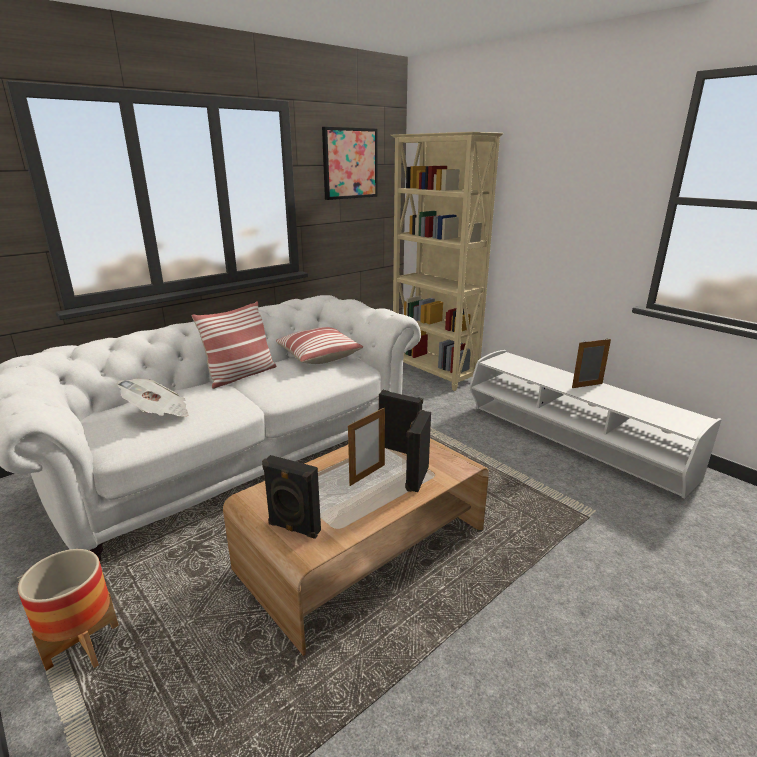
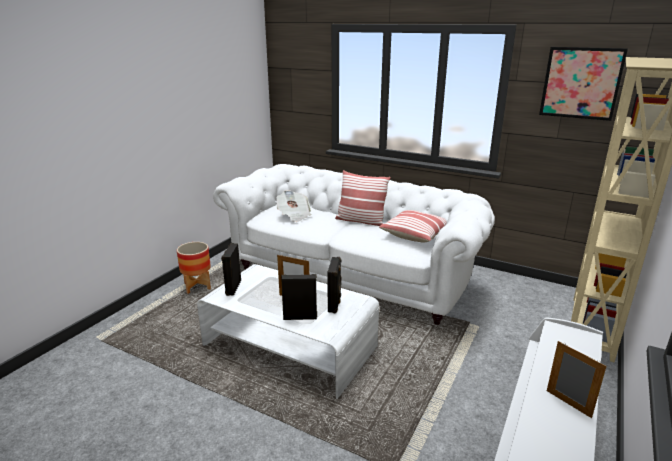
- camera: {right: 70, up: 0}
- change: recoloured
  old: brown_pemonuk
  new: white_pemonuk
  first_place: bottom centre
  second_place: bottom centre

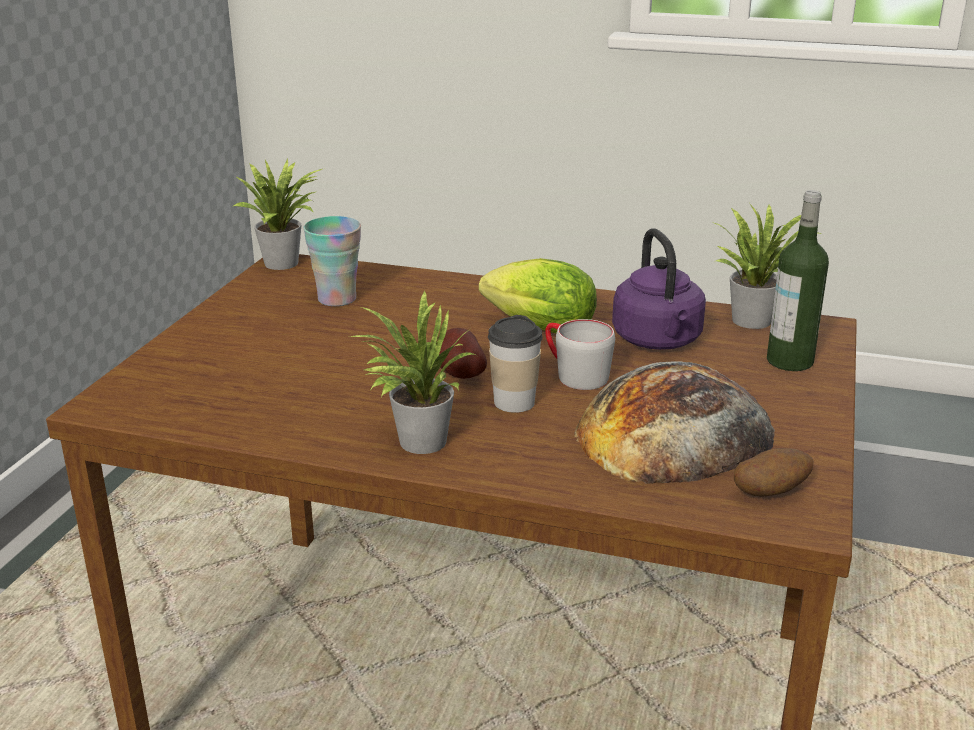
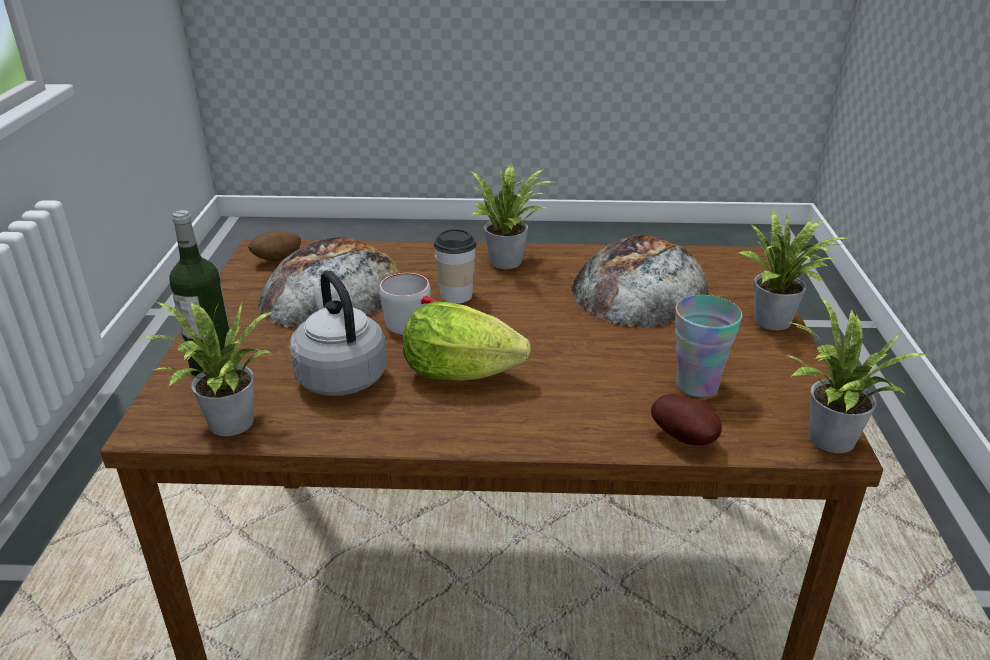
- camera: {right: 165, up: 5}
- change: added
  new: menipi (2nd from left)
  second_place: centre
- change: added
  new: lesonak (3rd from left)
  second_place: middle right
- change: moved
  old: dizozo (1st from left in the first image)
  new: dizozo (2nd from left)
  first_place: centre
  second_place: middle right
- change: recoloured
  old: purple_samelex
  new: grey_samelex
  first_place: middle right
  second_place: centre

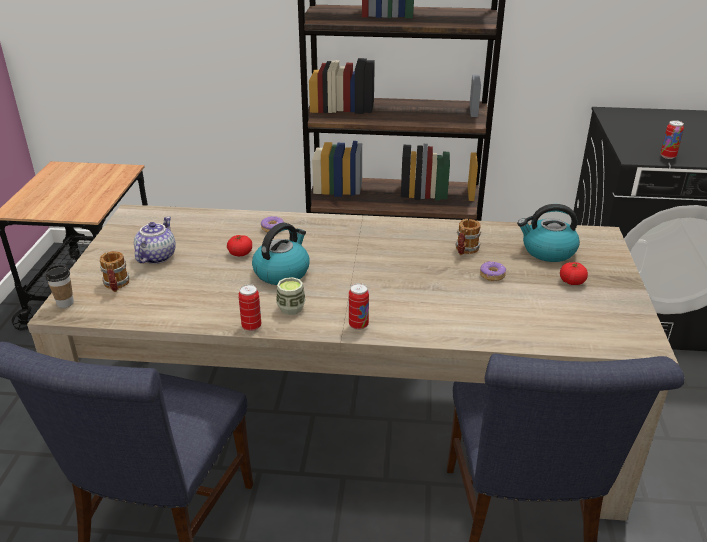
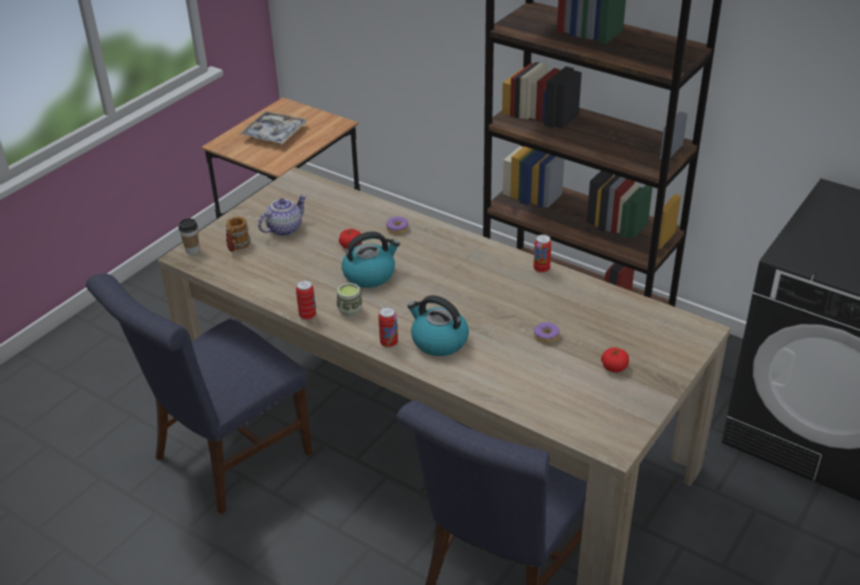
- camera: {right: 30, up: 5}
- change: removed
  old: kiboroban (2nd from left)
  first_place: centre
- change: added
  new: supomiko
  second_place: top left
- change: moved
  old: samelex (2nd from left)
  first_place: middle right
  second_place: centre
- change: moved
  old: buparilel (3rd from left)
  first_place: top right
  second_place: centre

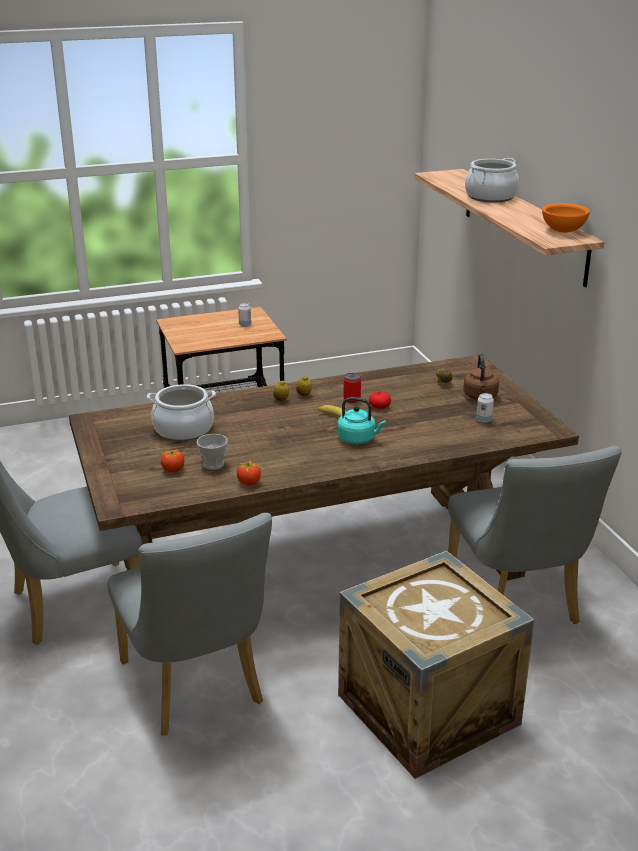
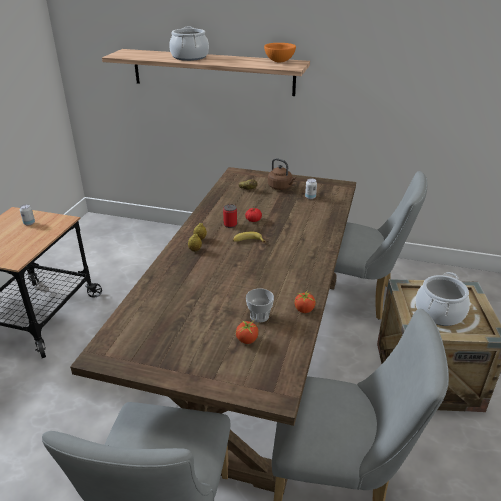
- camera: {right: -55, up: 5}
- change: removed
  old: turquoise_samelex
  first_place: centre
- change: moved
  old: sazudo (1st from left in the first image)
  new: sazudo (2nd from left)
  first_place: middle left
  second_place: middle right

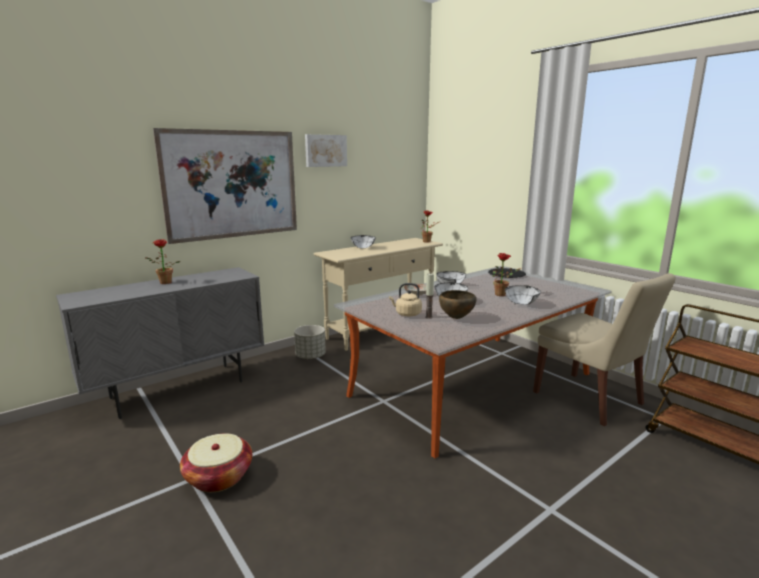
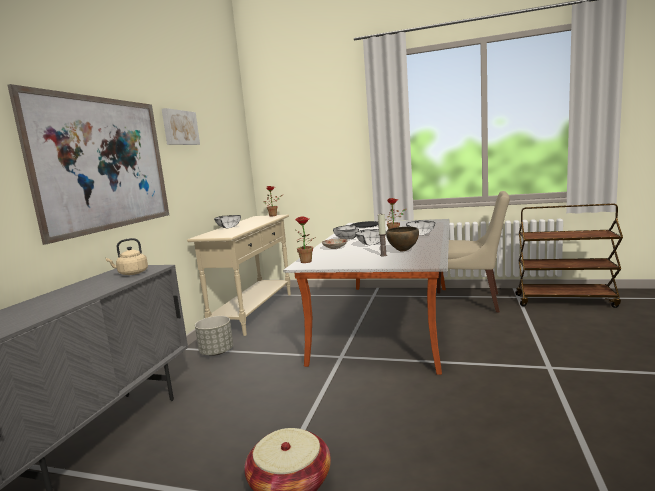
- camera: {right: -35, up: -5}
- change: moved
  old: lesonak (1st from left in the first image)
  new: lesonak (2nd from left)
  first_place: middle left
  second_place: centre
- change: moved
  old: beige_samelex
  first_place: centre
  second_place: middle left

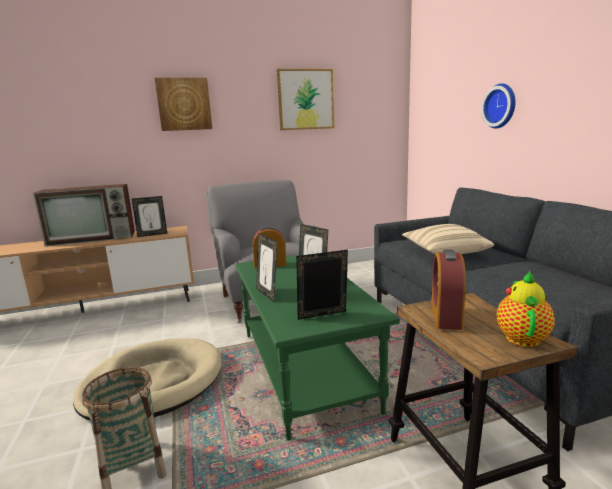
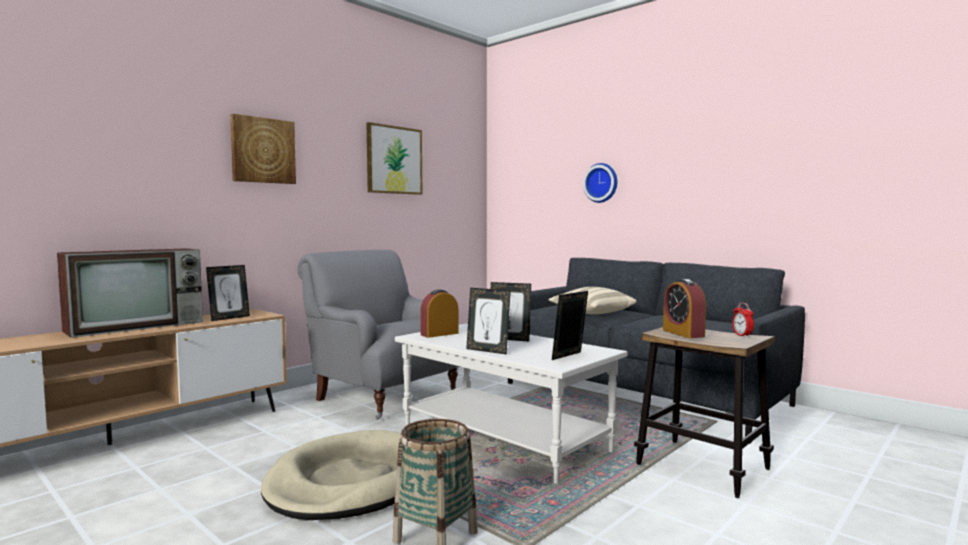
- camera: {right: -30, up: -10}
- change: replaced
  old: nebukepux
  new: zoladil (3rd from left)
  first_place: middle right
  second_place: middle right
- change: recoloured
  old: green_pemonuk
  new: white_pemonuk
  first_place: bottom centre
  second_place: bottom centre

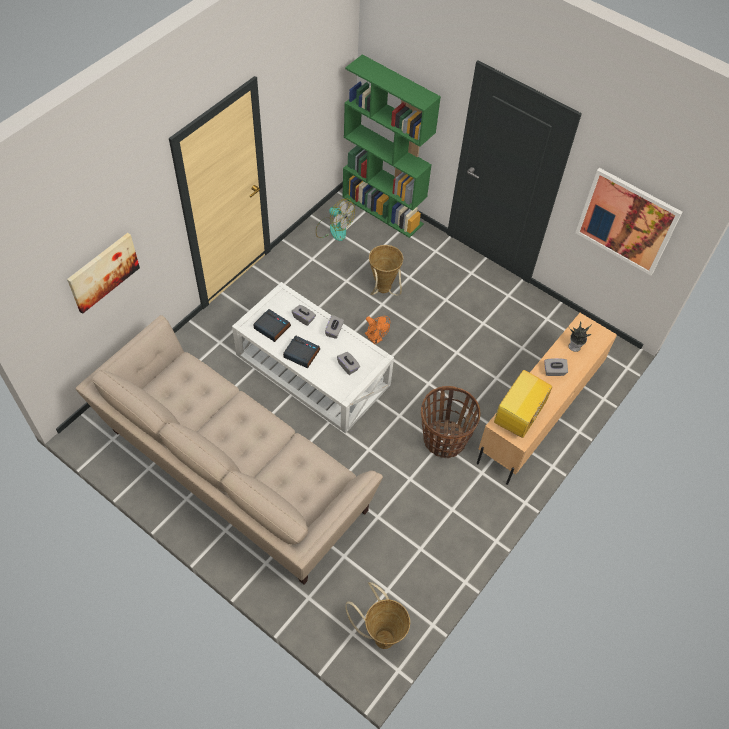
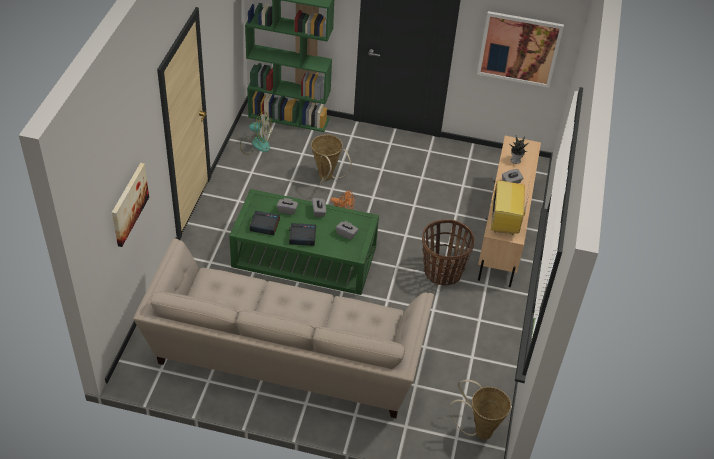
- camera: {right: -25, up: -10}
- change: recoloured
  old: white_pemonuk
  new: green_pemonuk
  first_place: centre
  second_place: centre

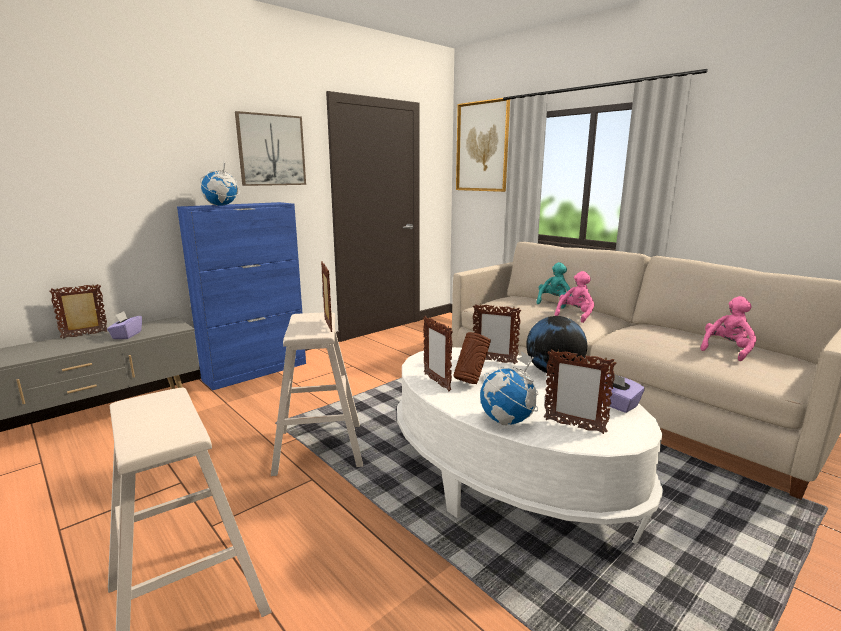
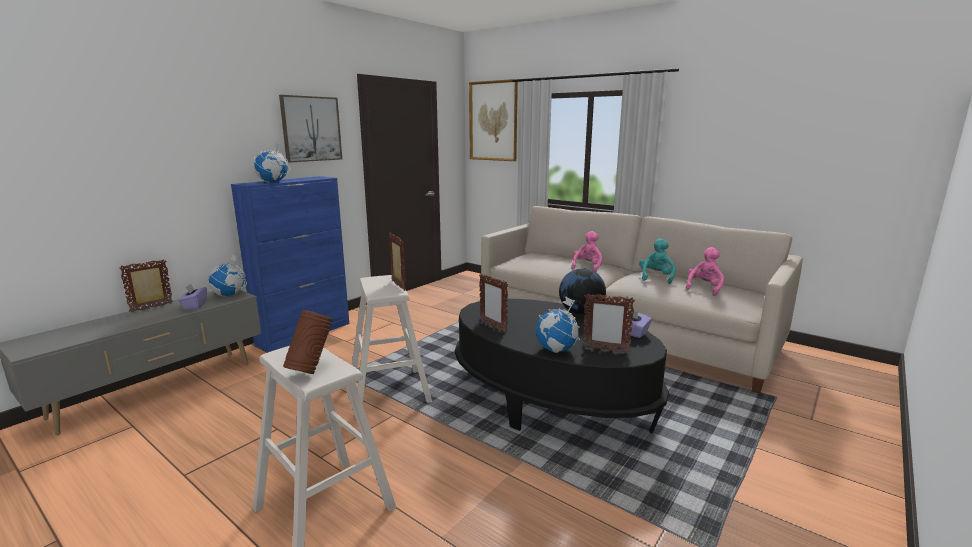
- camera: {right: -10, up: 0}
- change: removed
  old: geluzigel (4th from left)
  first_place: centre
- change: added
  new: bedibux (1st from left)
  second_place: middle left
- change: moved
  old: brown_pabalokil
  first_place: centre
  second_place: middle left
- change: moved
  old: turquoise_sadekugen
  first_place: centre
  second_place: middle right
- change: recoloured
  old: white_pemonuk
  new: black_pemonuk
  first_place: bottom centre
  second_place: bottom centre

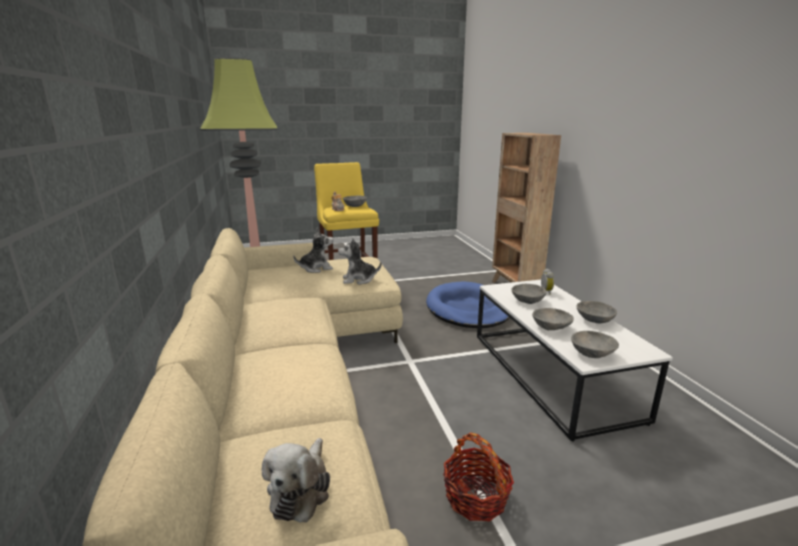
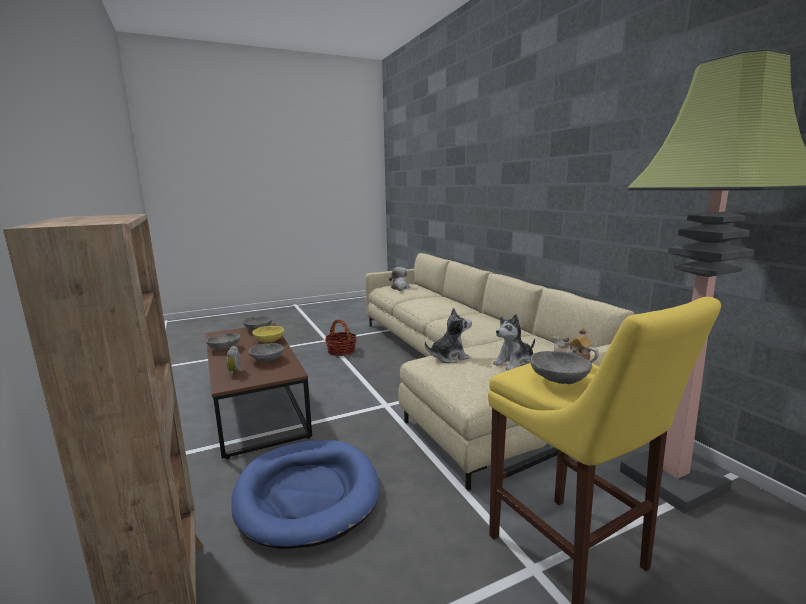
- camera: {right: 170, up: -5}
- change: recoloured
  old: white_pemonuk
  new: brown_pemonuk
  first_place: middle right
  second_place: middle left
- change: recoloured
  old: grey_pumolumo (3rd from left)
  new: yellow_pumolumo
  first_place: middle right
  second_place: middle left

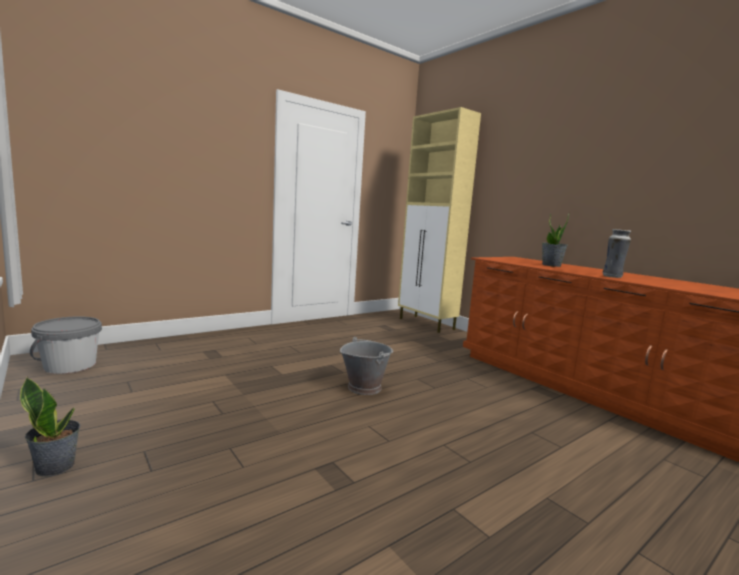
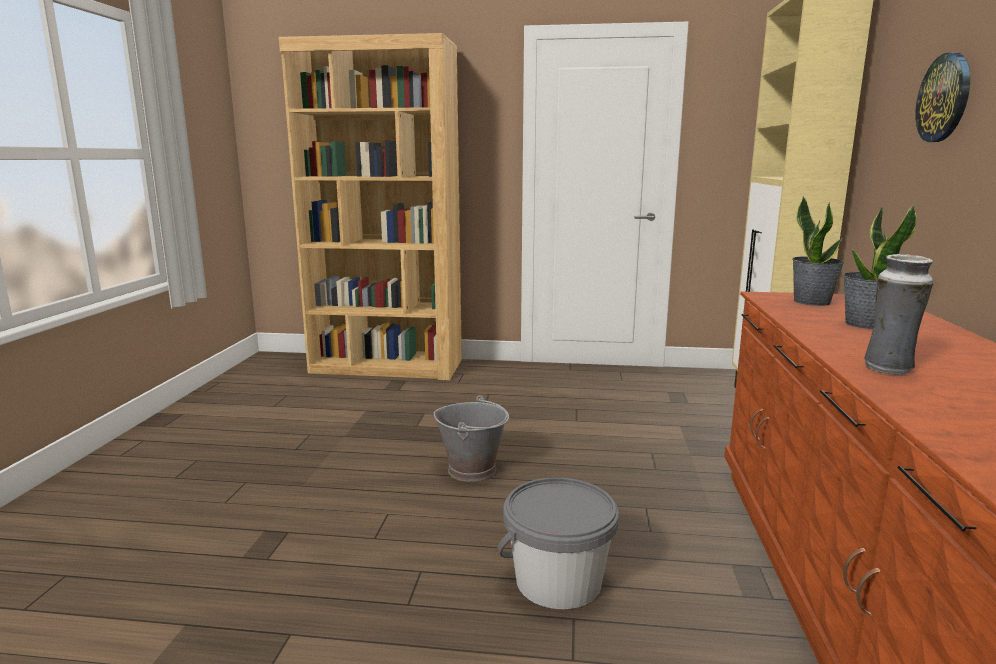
- camera: {right: 45, up: 5}
- change: added
  new: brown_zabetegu
  second_place: top centre
- change: added
  new: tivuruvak
  second_place: top right
- change: moved
  old: lesonak (1st from left)
  first_place: bottom left
  second_place: middle right
- change: moved
  old: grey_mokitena (1st from left in the first image)
  new: grey_mokitena (2nd from left)
  first_place: middle left
  second_place: bottom centre

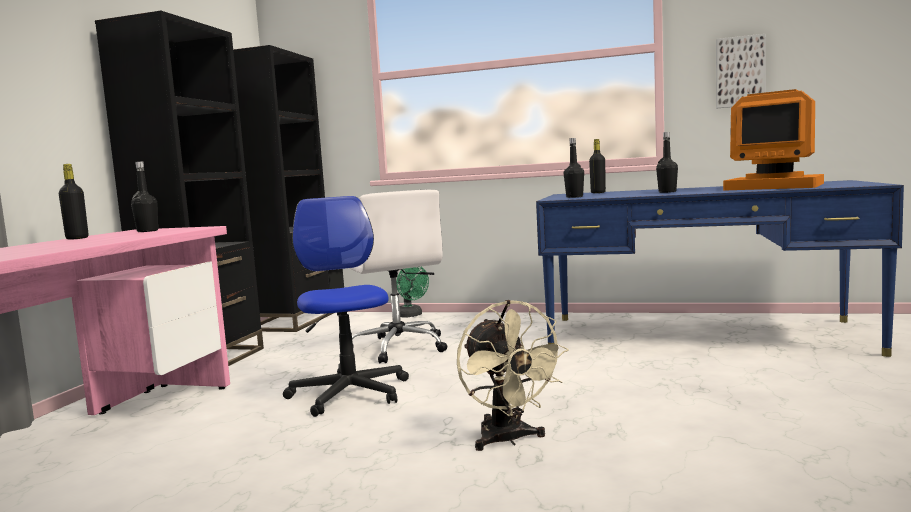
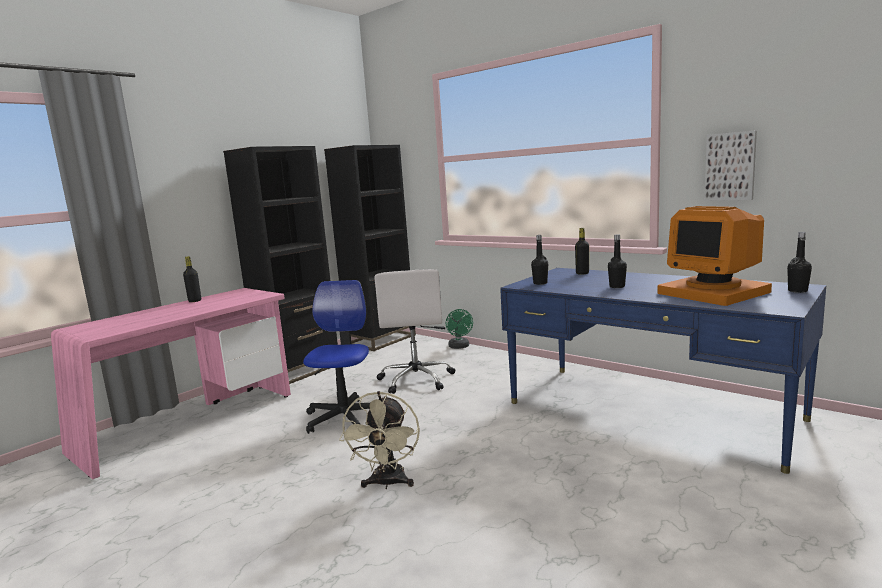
- camera: {right: 25, up: 5}
- change: moved
  old: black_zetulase (2nd from left in the first image)
  new: black_zetulase (5th from left)
  first_place: middle left
  second_place: middle right

